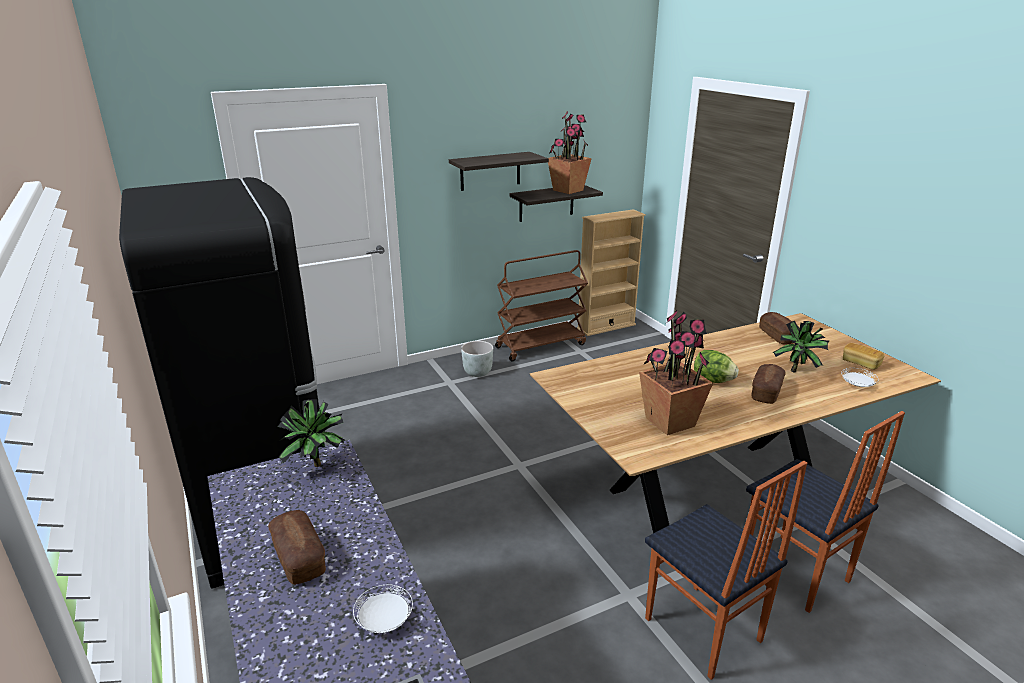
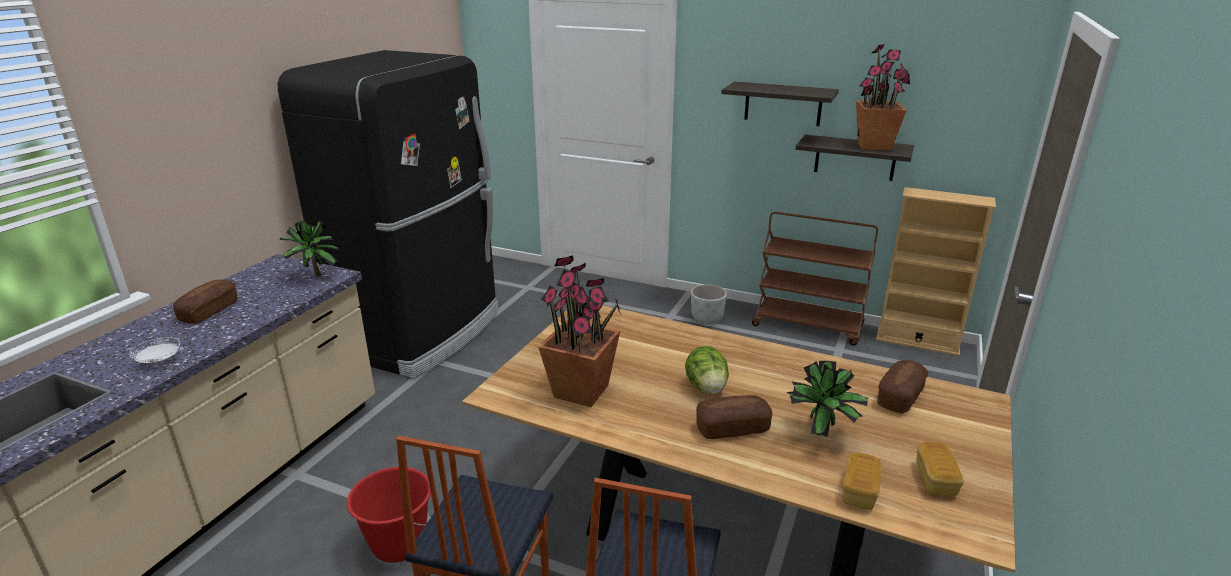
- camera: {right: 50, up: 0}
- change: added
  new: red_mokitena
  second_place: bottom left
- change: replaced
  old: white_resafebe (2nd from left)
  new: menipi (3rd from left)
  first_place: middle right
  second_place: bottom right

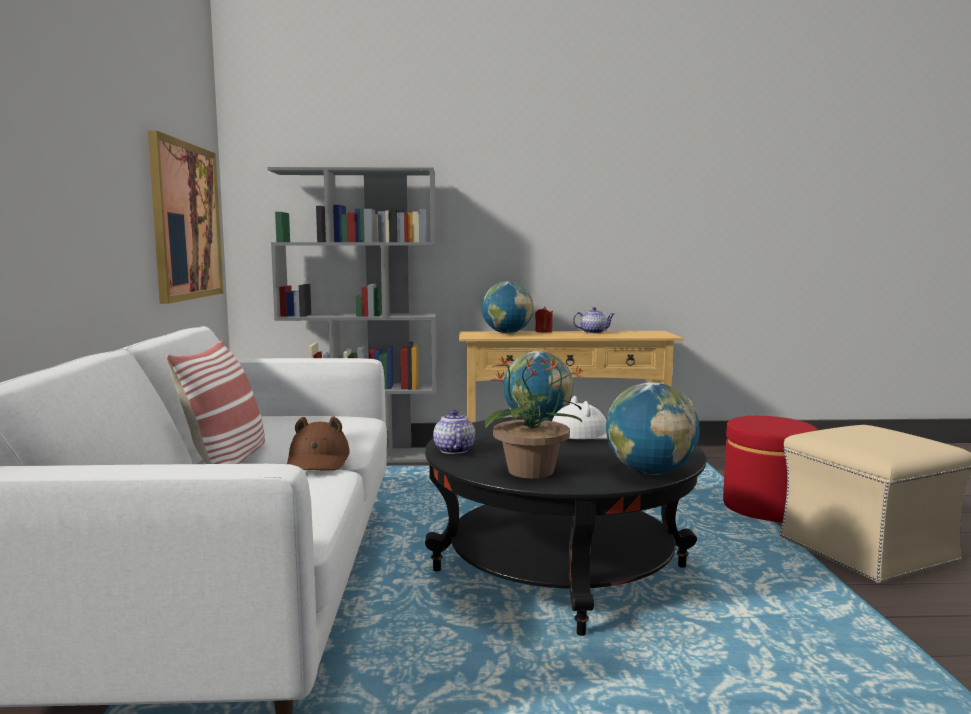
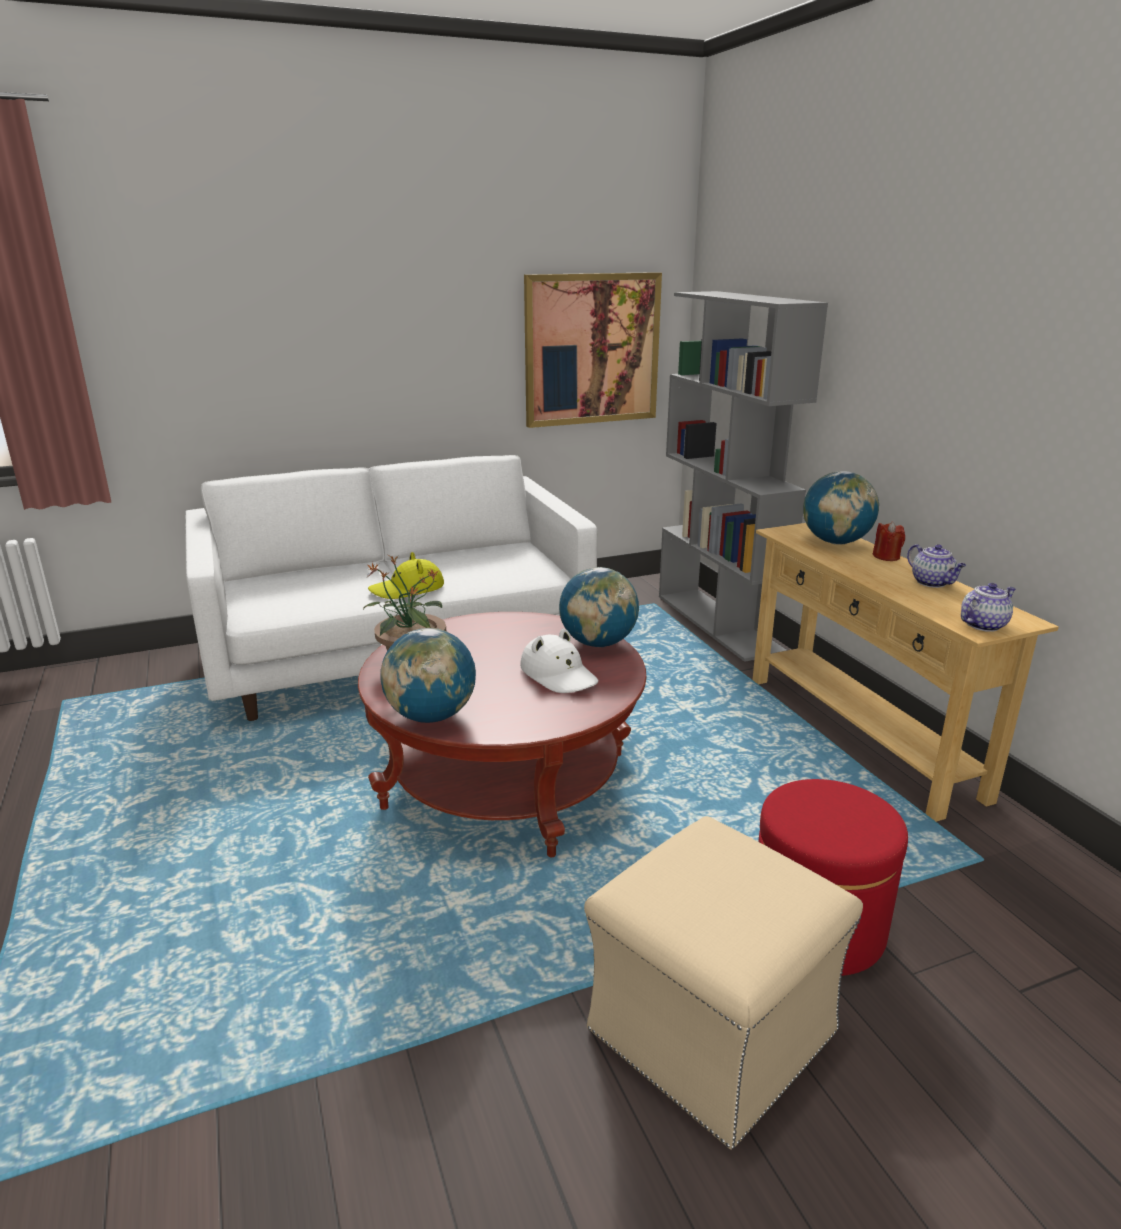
- camera: {right: 70, up: 15}
- change: removed
  old: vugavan
  first_place: middle left
- change: moved
  old: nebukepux (1st from left in the first image)
  new: nebukepux (2nd from left)
  first_place: centre
  second_place: middle right
- change: recoloured
  old: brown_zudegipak
  new: yellow_zudegipak
  first_place: middle left
  second_place: centre
- change: recoloured
  old: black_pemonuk
  new: red_pemonuk
  first_place: bottom centre
  second_place: centre

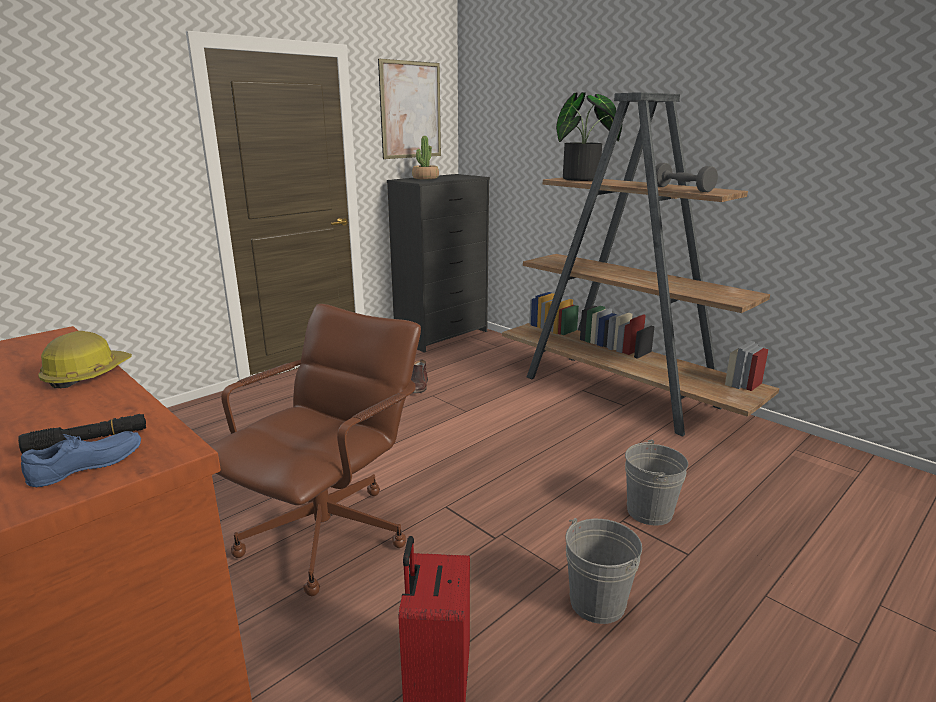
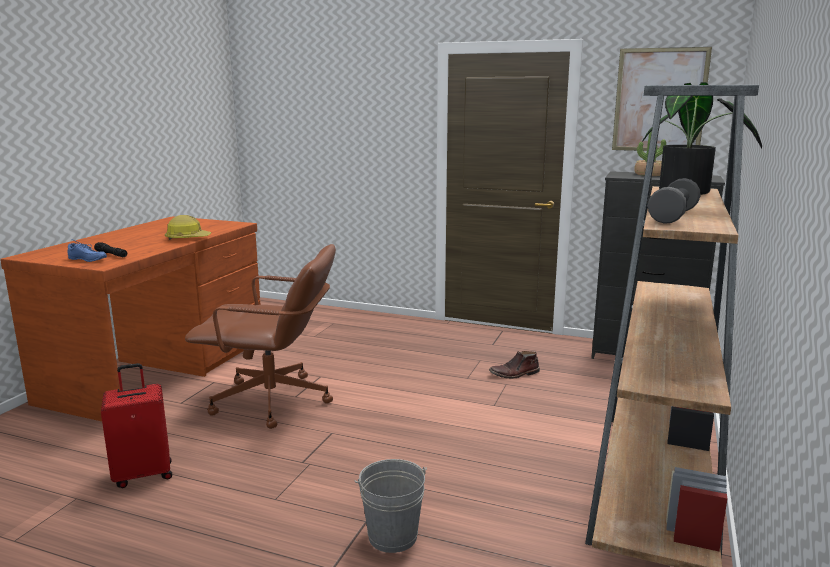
- camera: {right: 65, up: -5}
- change: removed
  old: grey_mokitena (1st from left)
  first_place: bottom centre

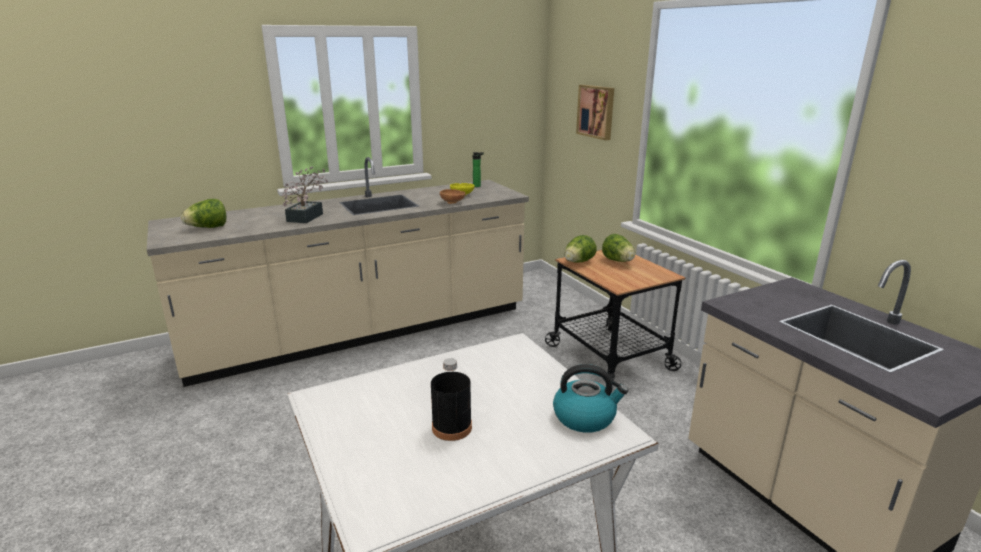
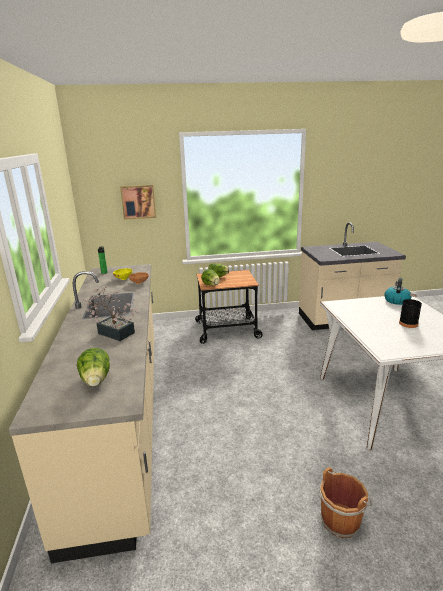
- camera: {right: -70, up: 0}
- change: added
  new: brown_mokitena
  second_place: bottom right

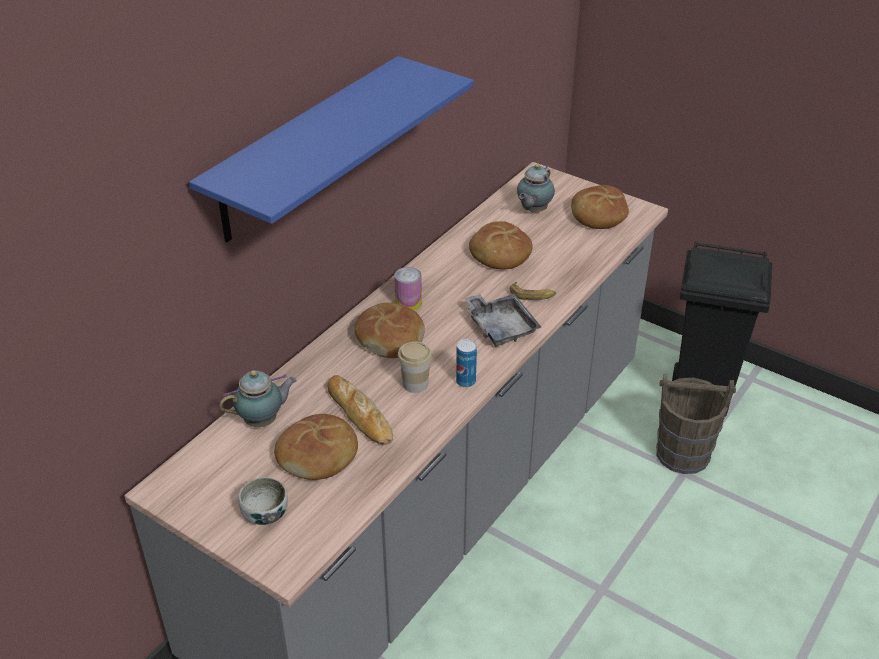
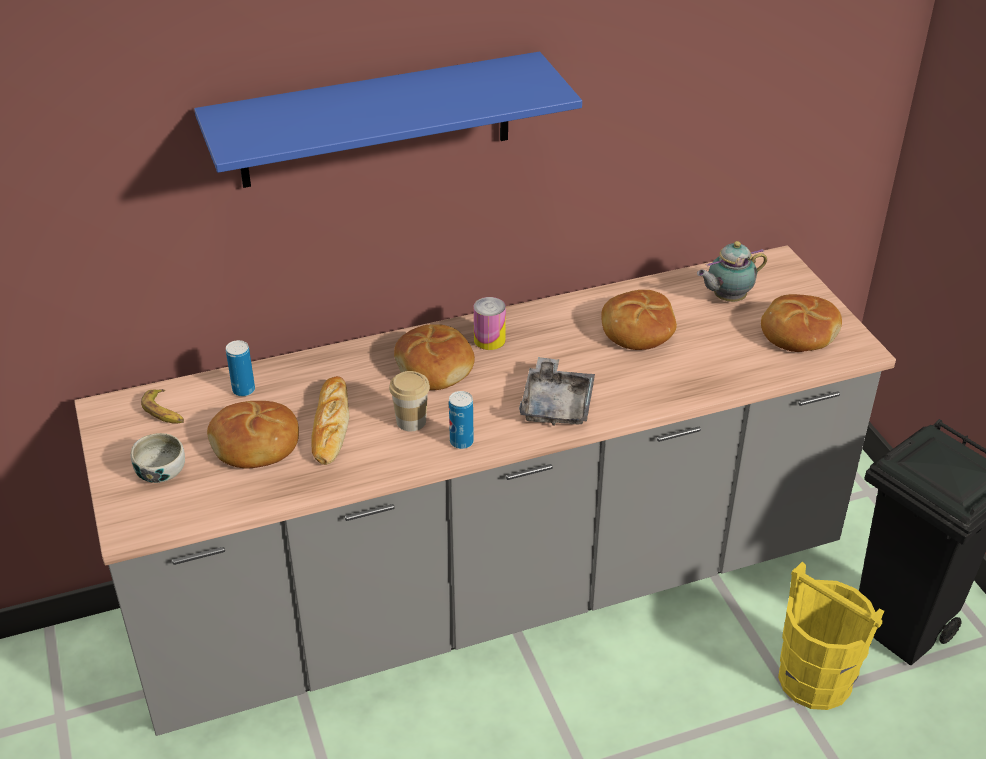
- camera: {right: 35, up: 0}
- change: moved
  old: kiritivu
  first_place: centre
  second_place: middle left
- change: replaced
  old: nebukepux (1st from left)
  new: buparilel (1st from left)
  first_place: middle left
  second_place: middle left
- change: recoloured
  old: brown_mokitena
  new: yellow_mokitena
  first_place: middle right
  second_place: bottom right

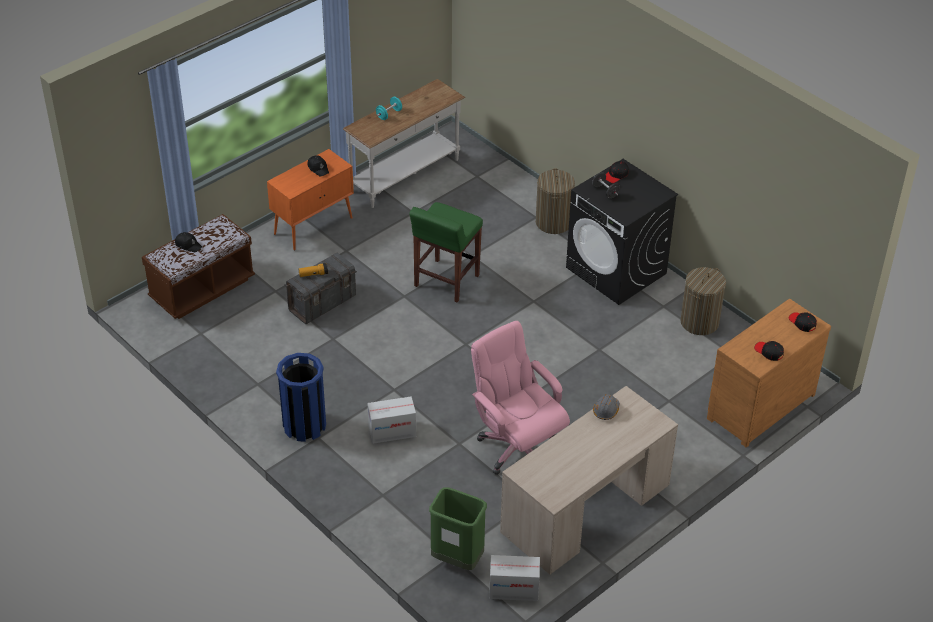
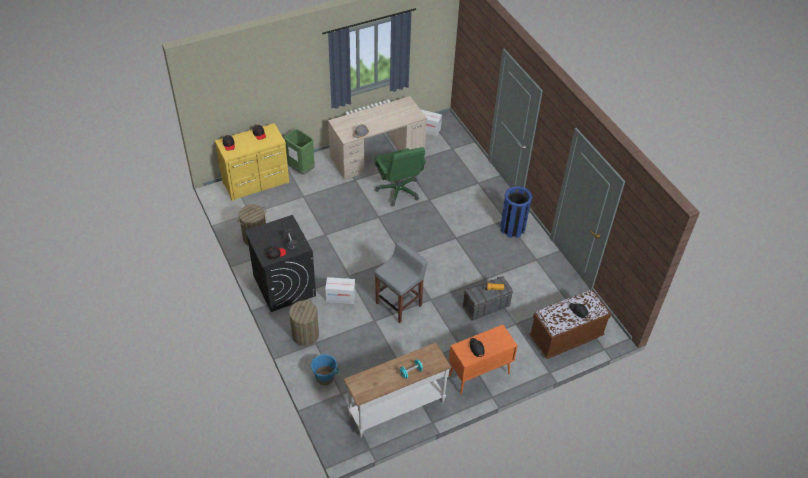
- camera: {right: -165, up: 5}
- change: added
  new: blue_mokitena
  second_place: bottom centre
- change: moved
  old: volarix (1st from left)
  first_place: bottom centre
  second_place: centre
- change: moved
  old: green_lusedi
  first_place: bottom centre
  second_place: top centre
- change: recoloured
  old: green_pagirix
  new: grey_pagirix
  first_place: centre
  second_place: centre
- change: recoloured
  old: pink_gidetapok
  new: green_gidetapok
  first_place: centre
  second_place: centre
- change: recoloured
  old: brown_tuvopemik
  new: yellow_tuvopemik
  first_place: middle right
  second_place: middle left

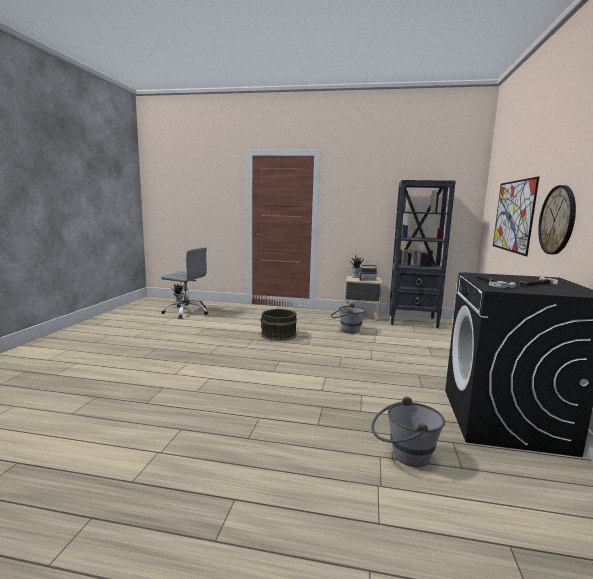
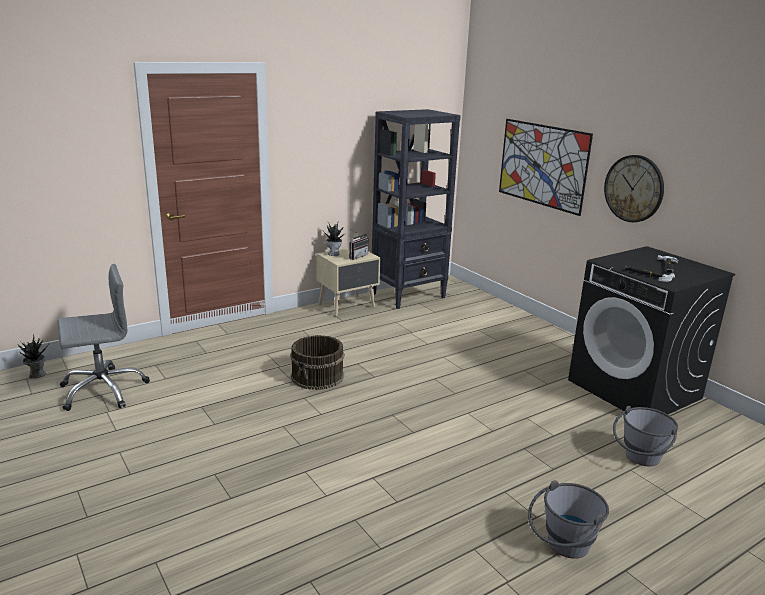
- camera: {right: -45, up: 10}
- change: moved
  old: grey_mokitena (1st from left)
  first_place: centre
  second_place: bottom right

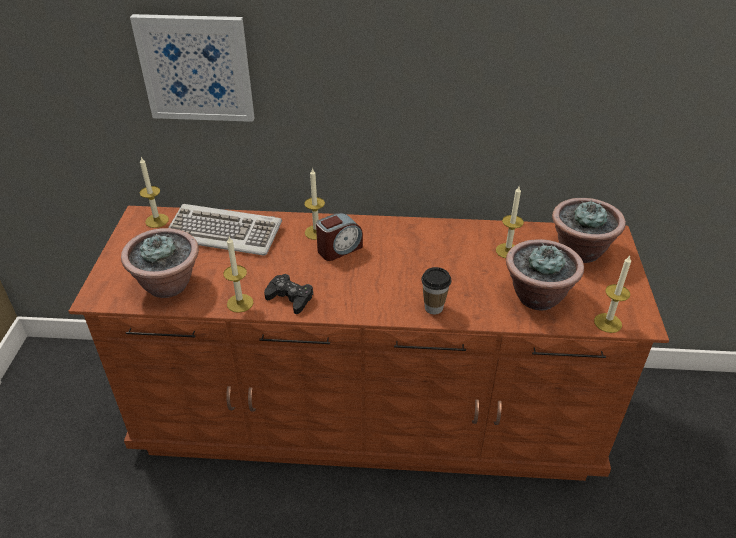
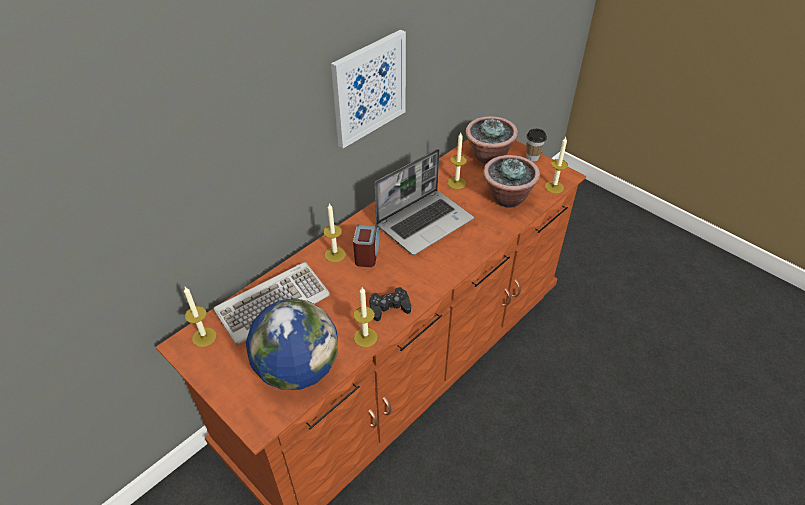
- camera: {right: -50, up: 5}
- change: added
  new: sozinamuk
  second_place: centre
- change: moved
  old: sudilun
  first_place: top left
  second_place: top centre
- change: moved
  old: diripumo
  first_place: centre
  second_place: top centre
- change: replaced
  old: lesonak (1st from left)
  new: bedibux
  first_place: middle left
  second_place: bottom centre

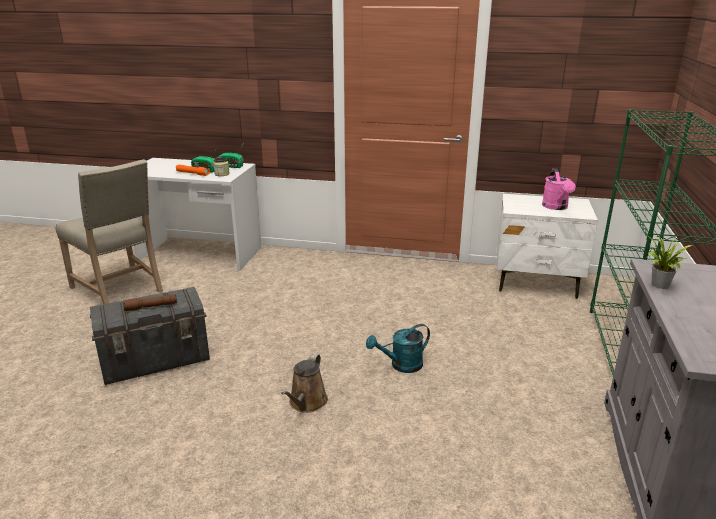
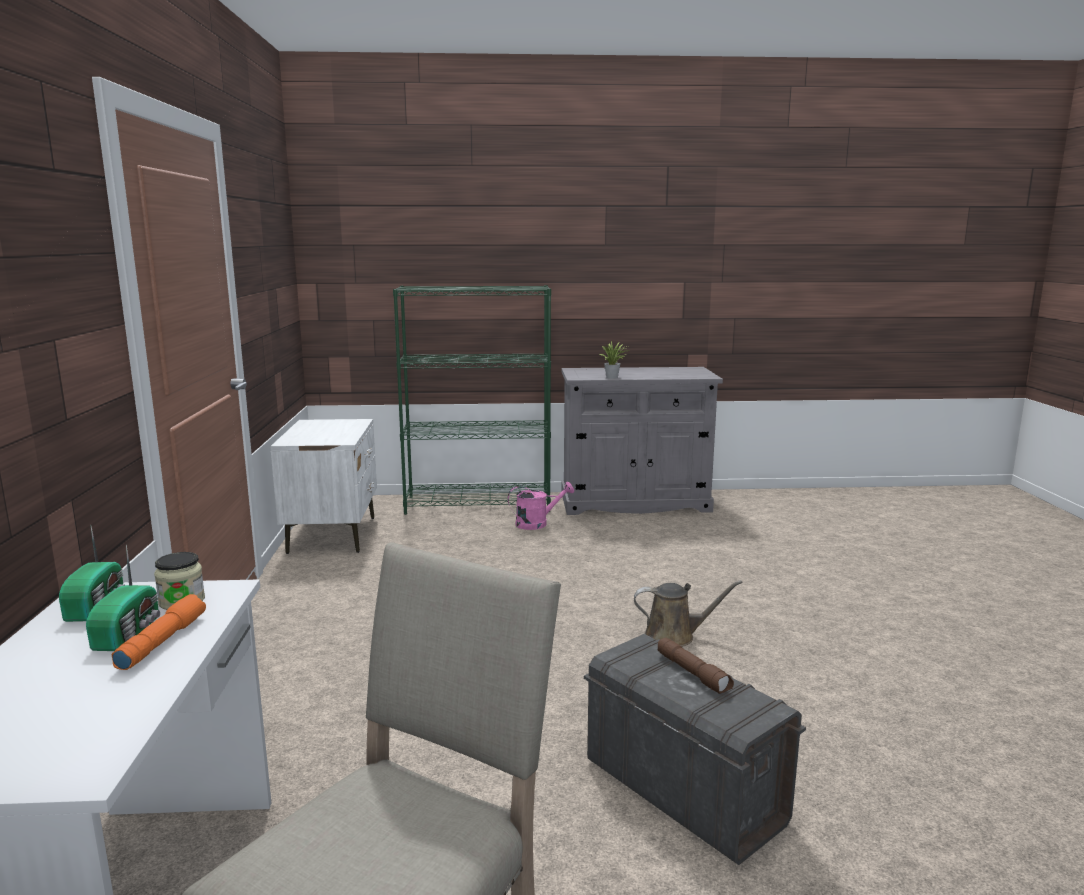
- camera: {right: -105, up: -10}
- change: removed
  old: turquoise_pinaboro
  first_place: bottom centre
- change: moved
  old: pink_pinaboro
  first_place: middle right
  second_place: centre

